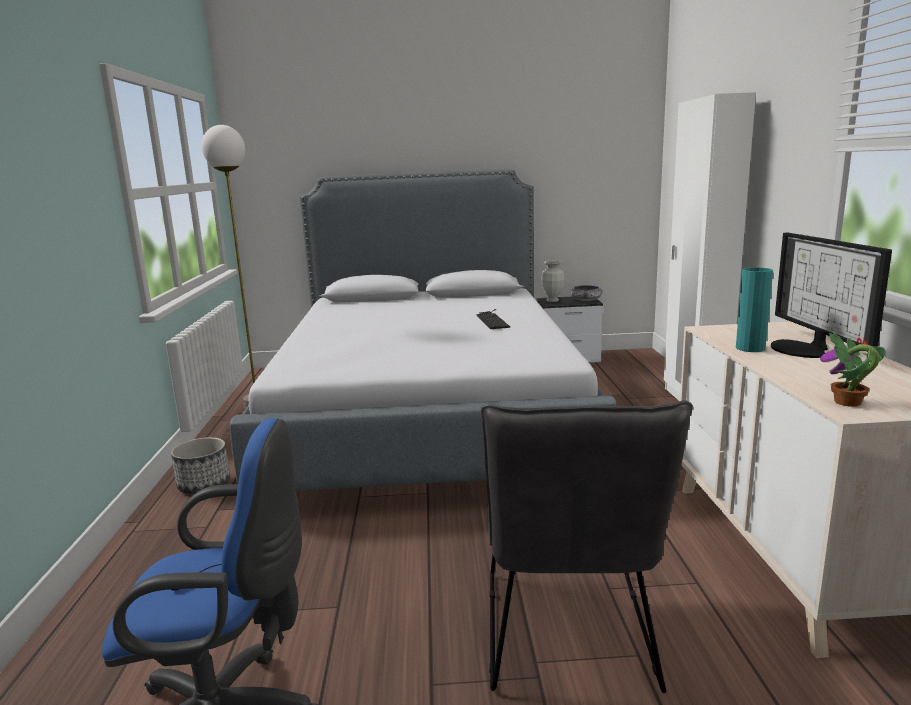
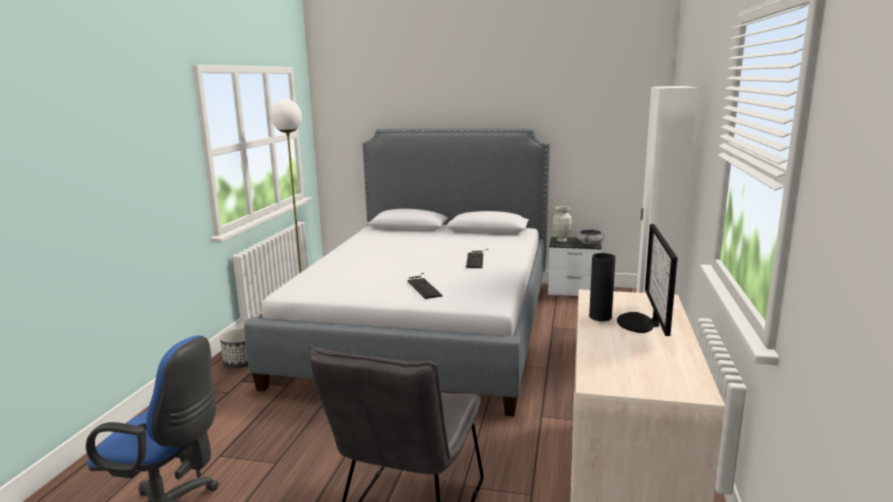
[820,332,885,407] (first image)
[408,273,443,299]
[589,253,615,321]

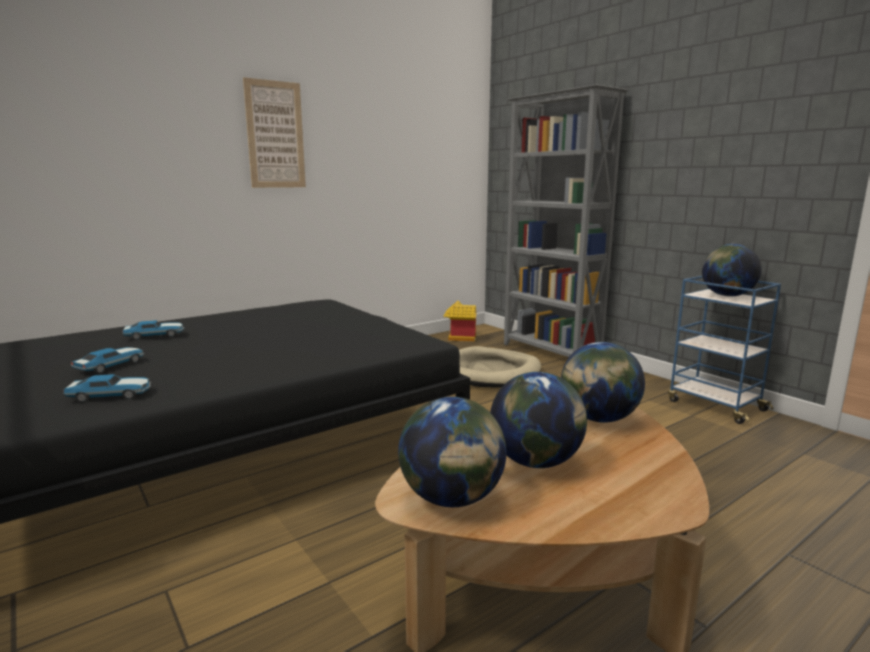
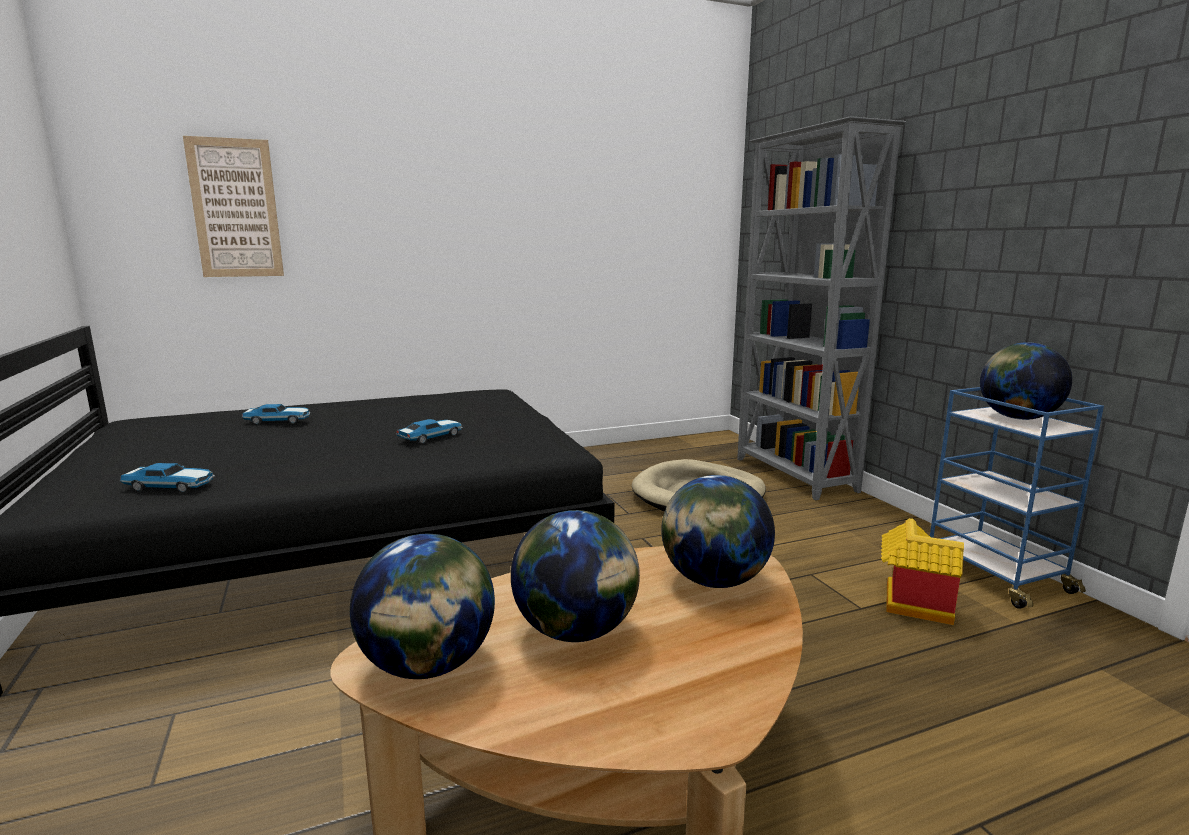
[396,419,463,444]
[183,136,284,277]
[881,518,964,625]

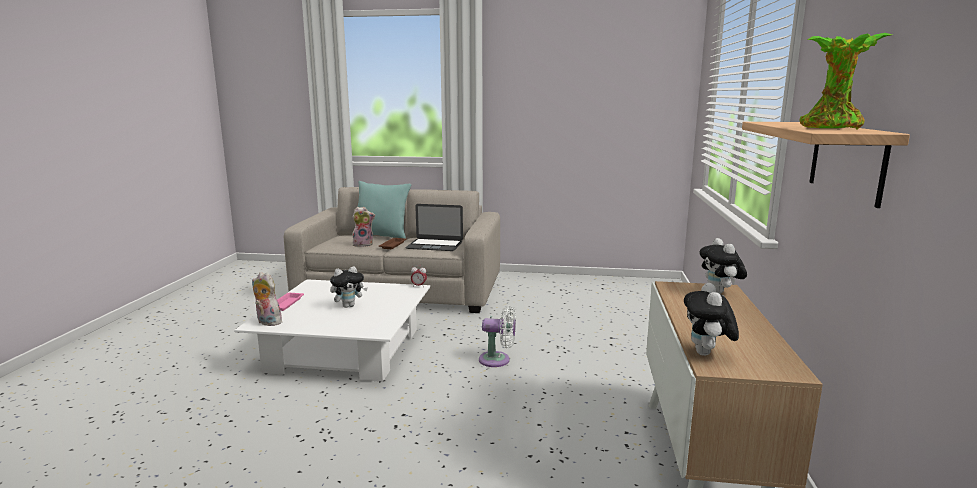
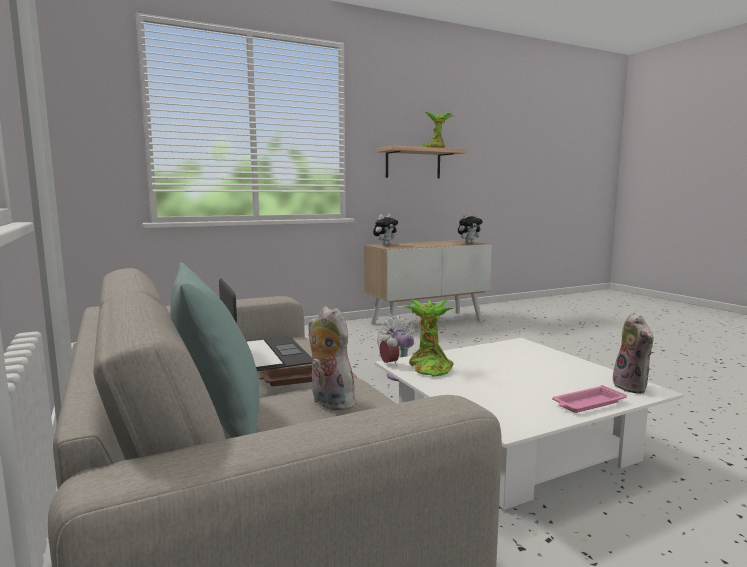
[330,266,368,308] (first image)
[404,300,454,376]

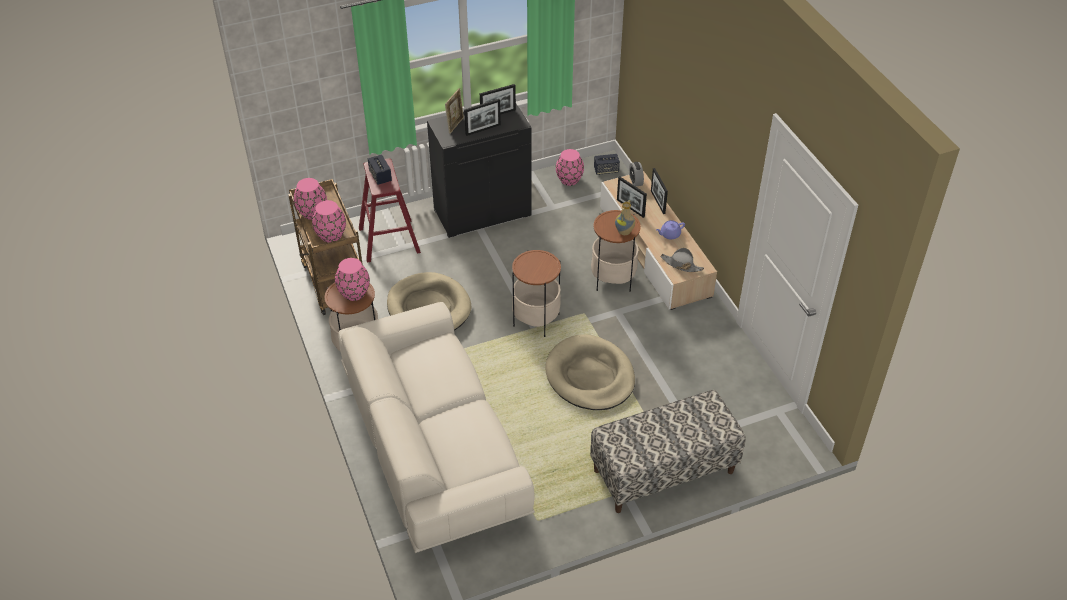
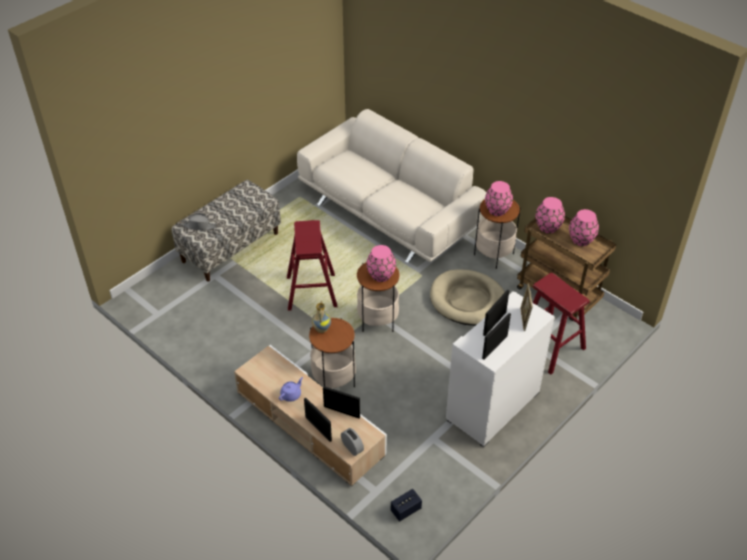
[368,154,392,185] (first image)
[366,245,396,282]
[179,213,219,230]
[287,220,337,311]
[446,291,555,447]

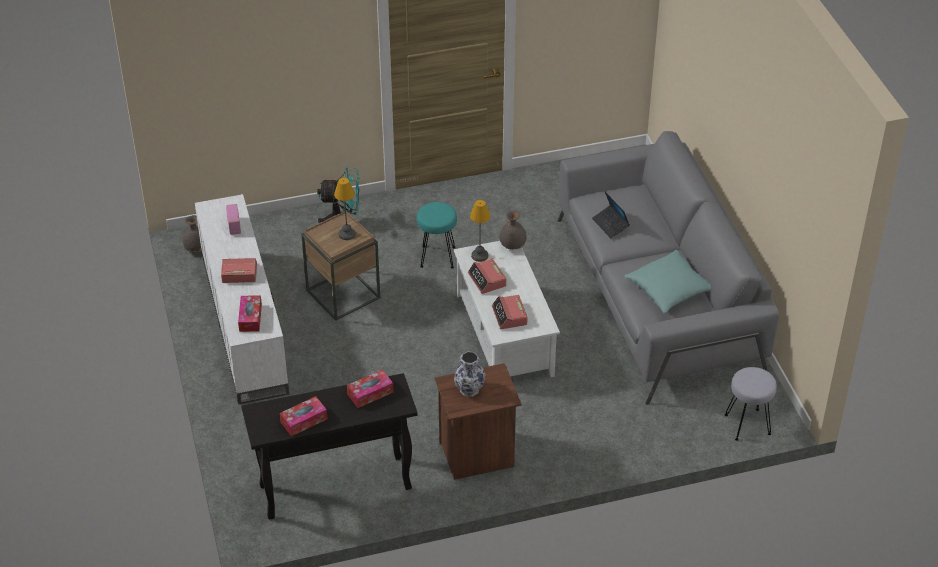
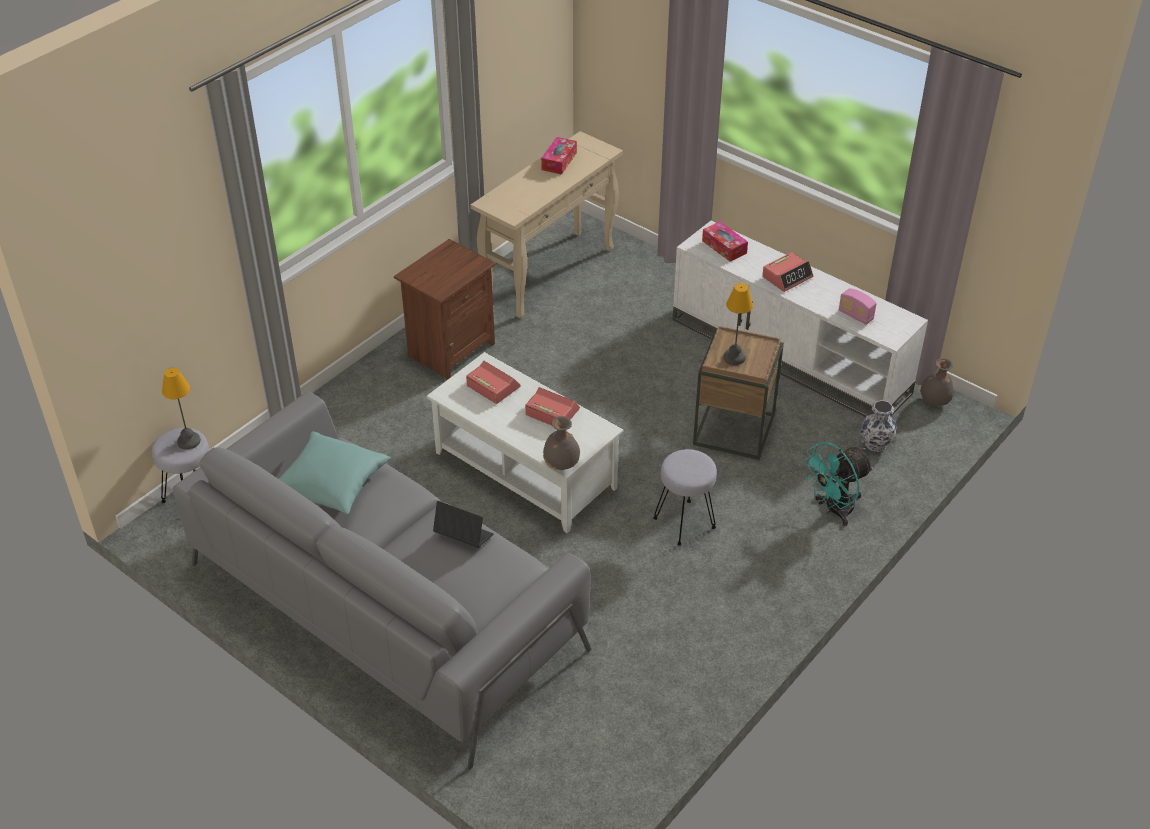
[347,370,394,408] (first image)
[861,400,897,452]
[162,368,201,450]
[471,131,623,318]
[653,449,717,545]

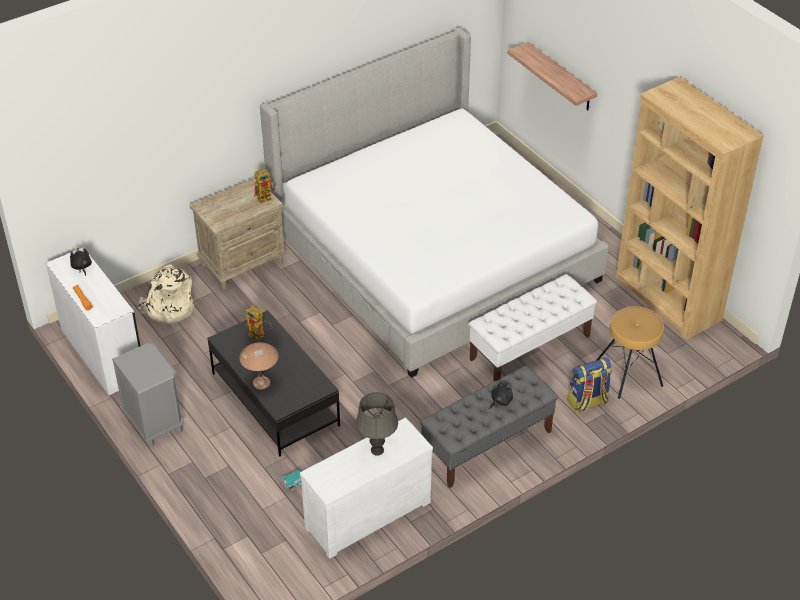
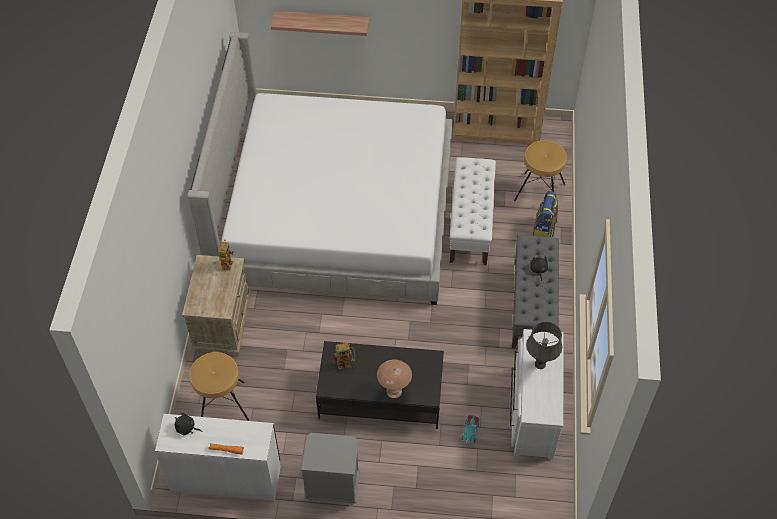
[190,352,249,421]

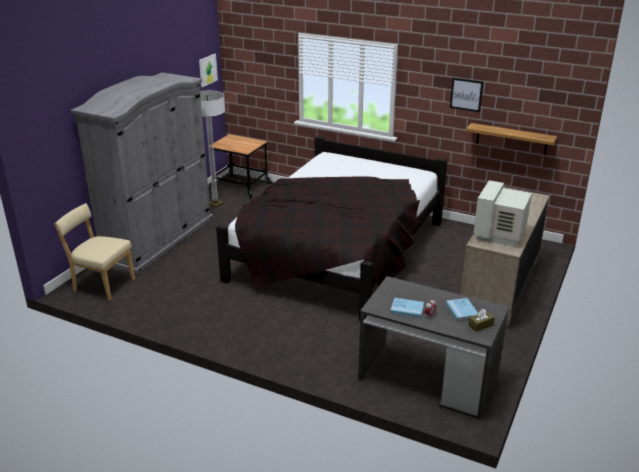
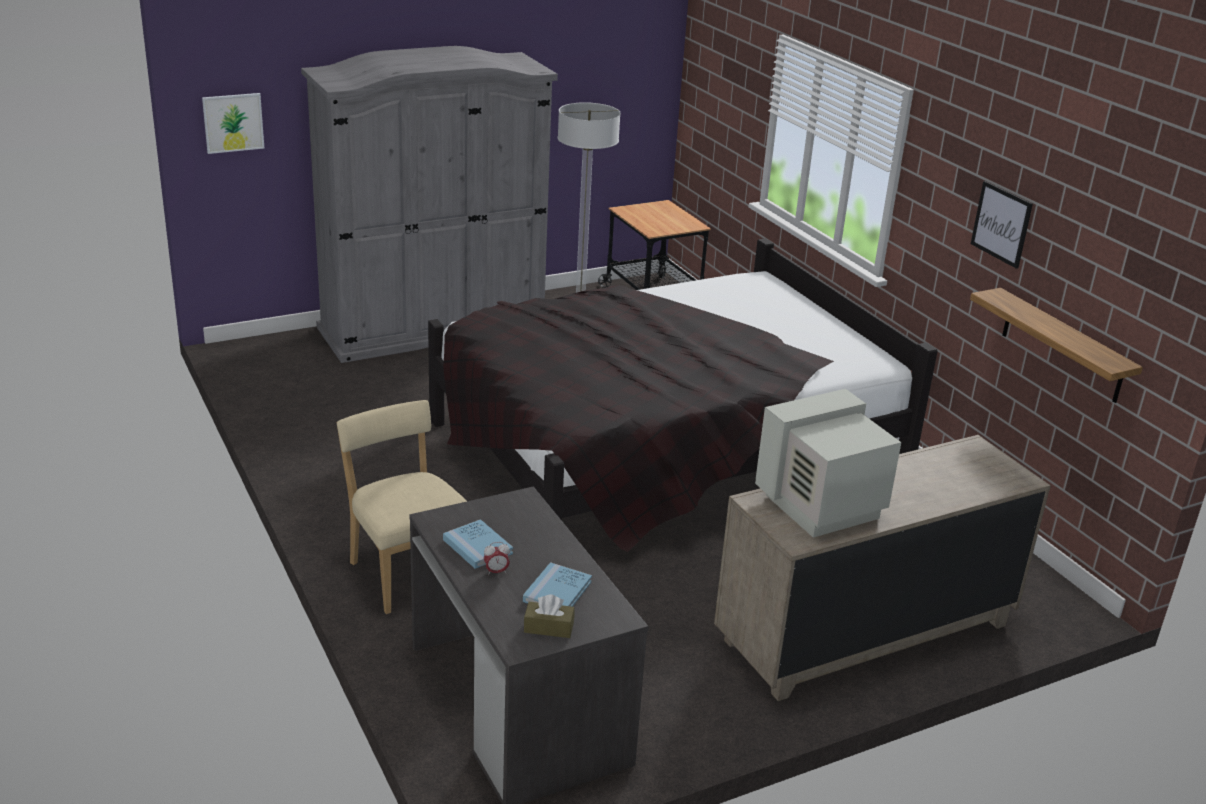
[336,400,467,614]
[202,93,264,154]

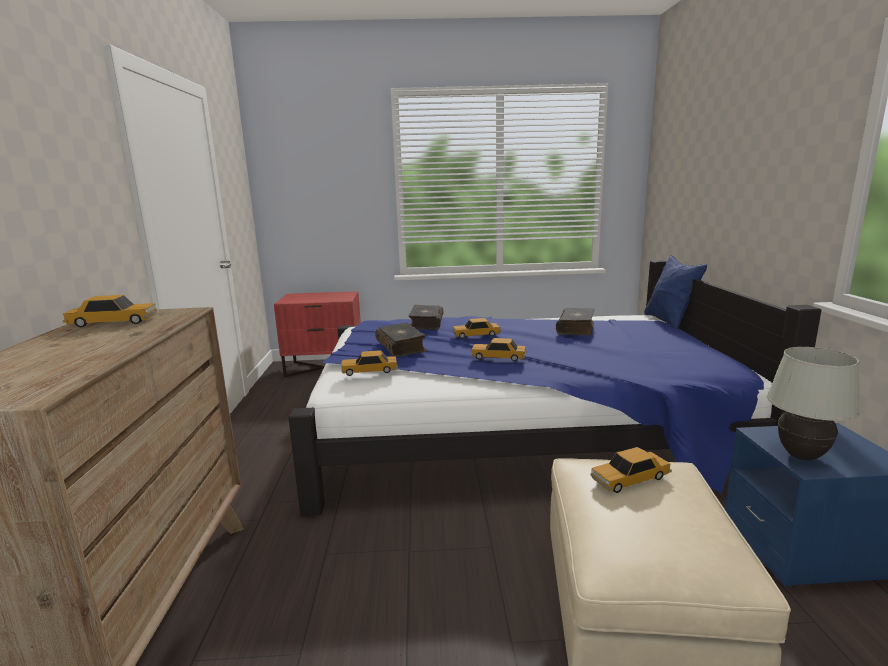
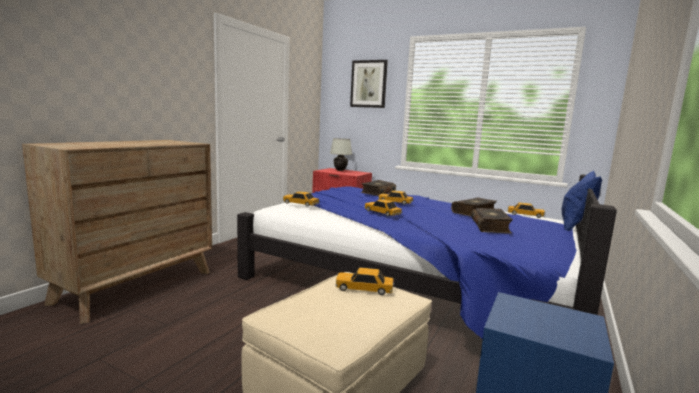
[350,60,388,108]
[508,202,545,218]
[471,208,513,234]
[330,138,352,171]

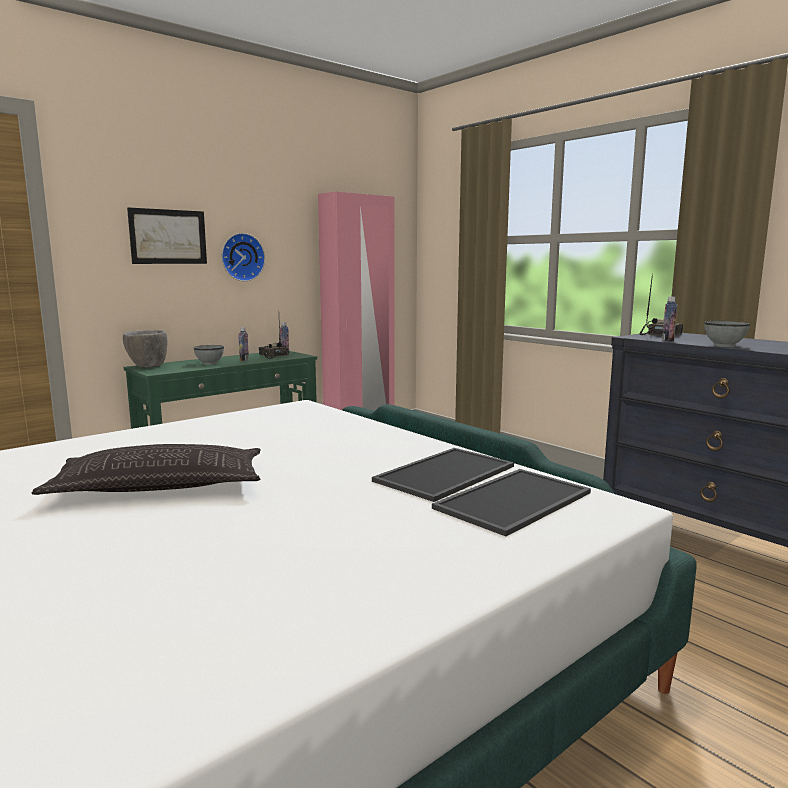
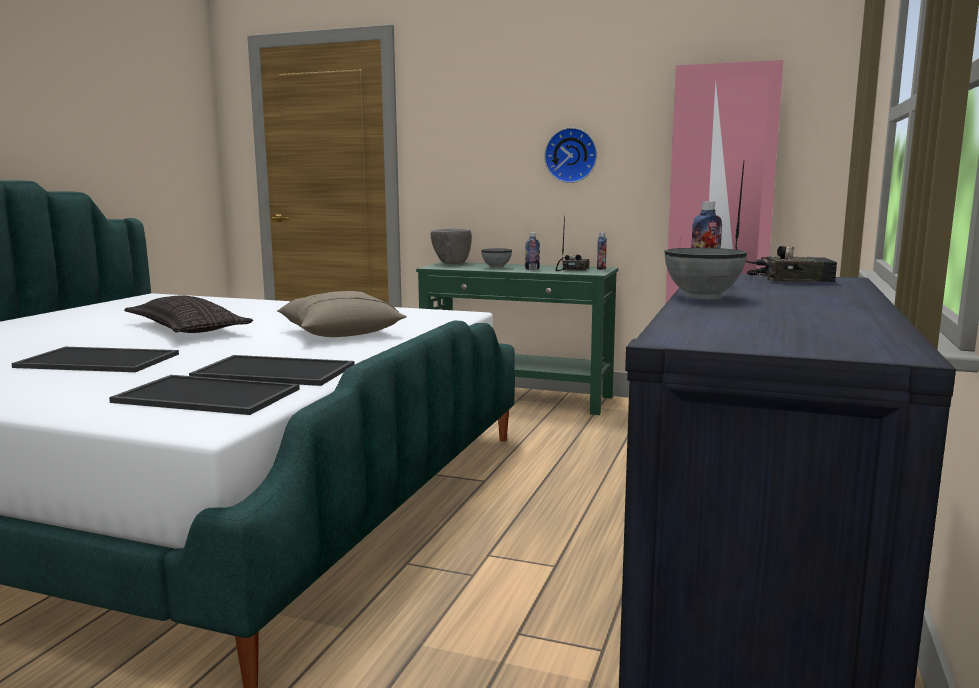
[127,207,207,264] (first image)
[11,347,179,372]
[277,291,407,337]

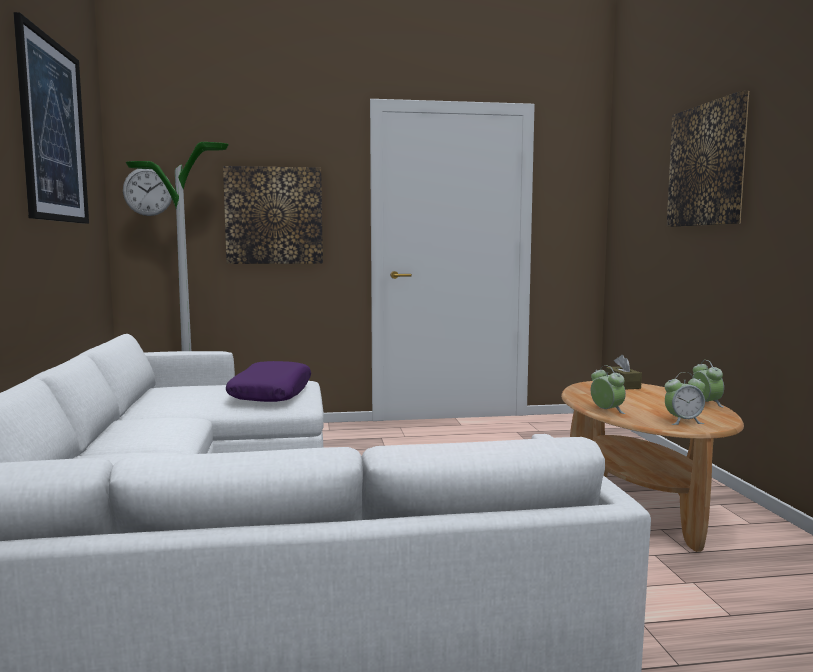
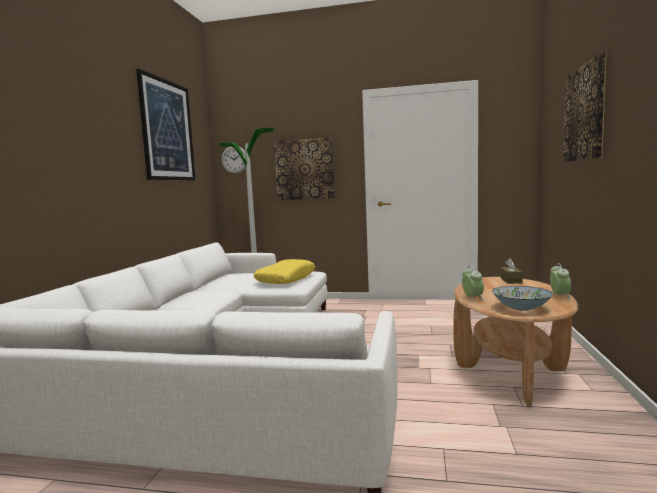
[492,286,553,311]
[254,259,315,284]

